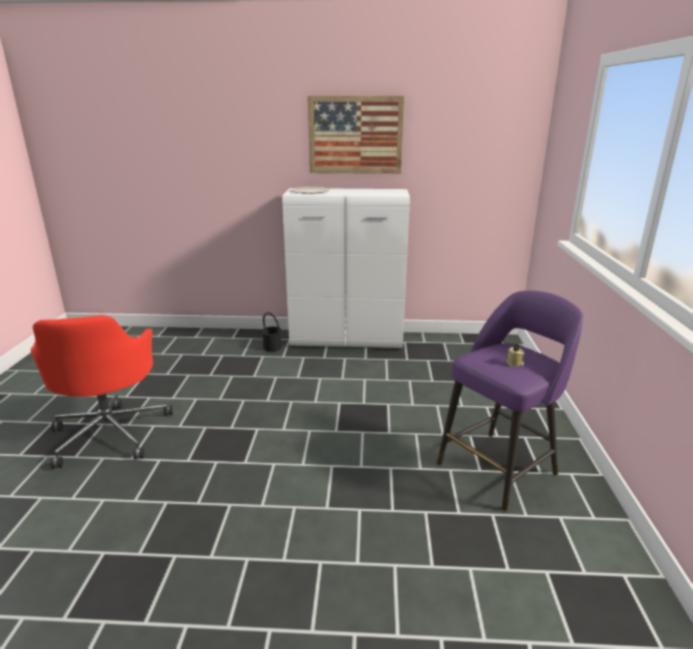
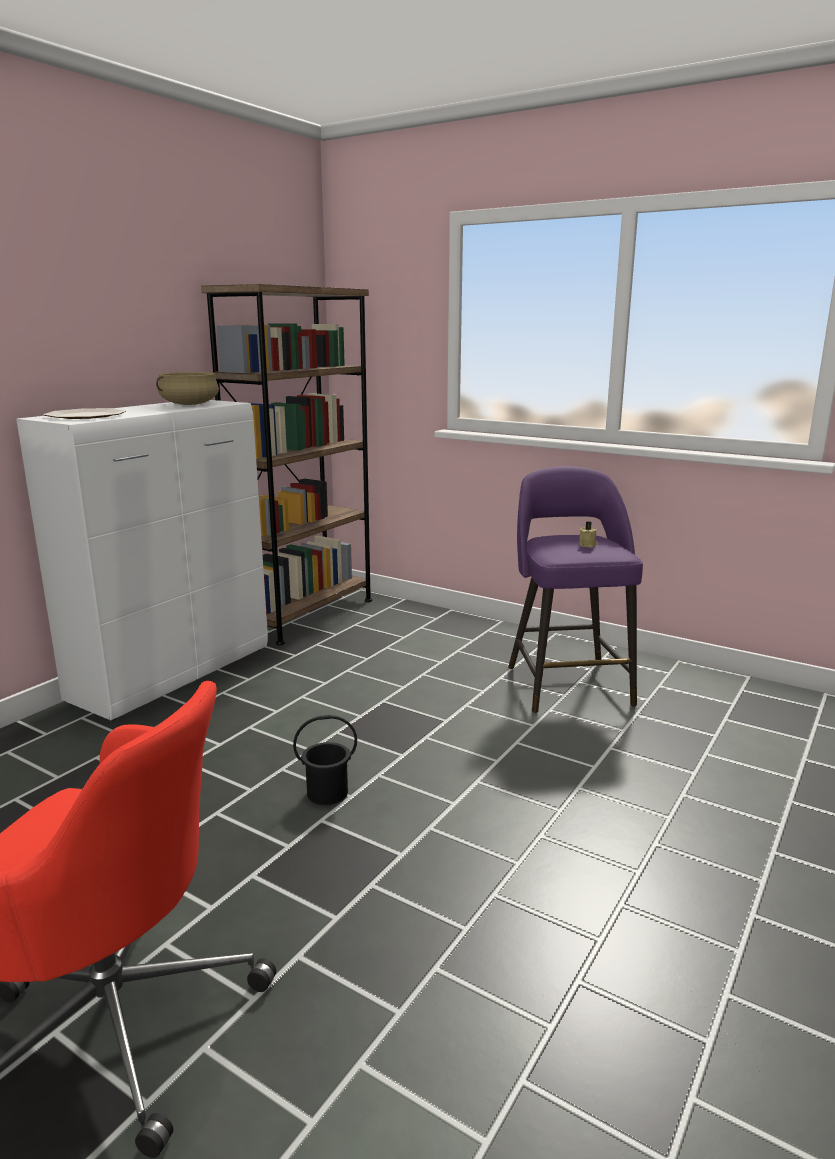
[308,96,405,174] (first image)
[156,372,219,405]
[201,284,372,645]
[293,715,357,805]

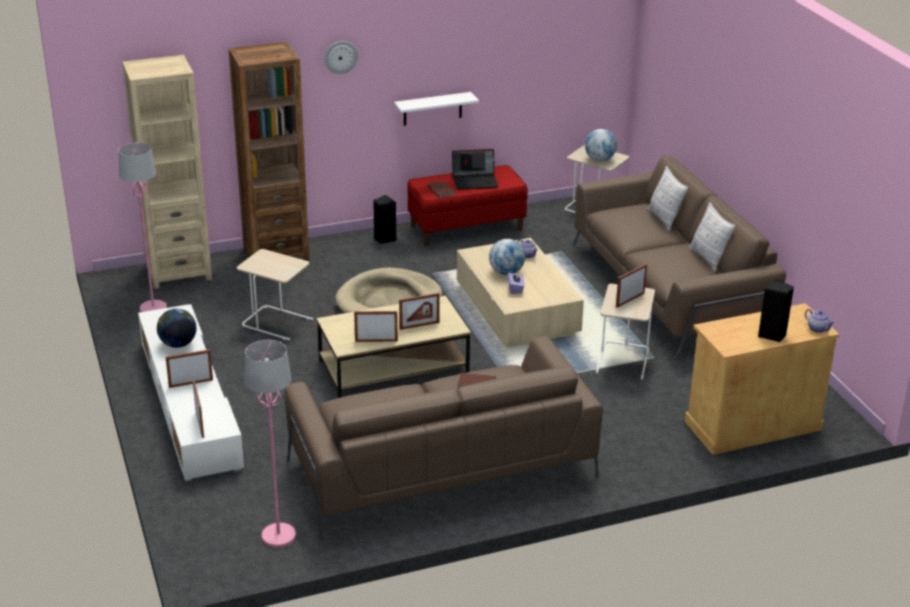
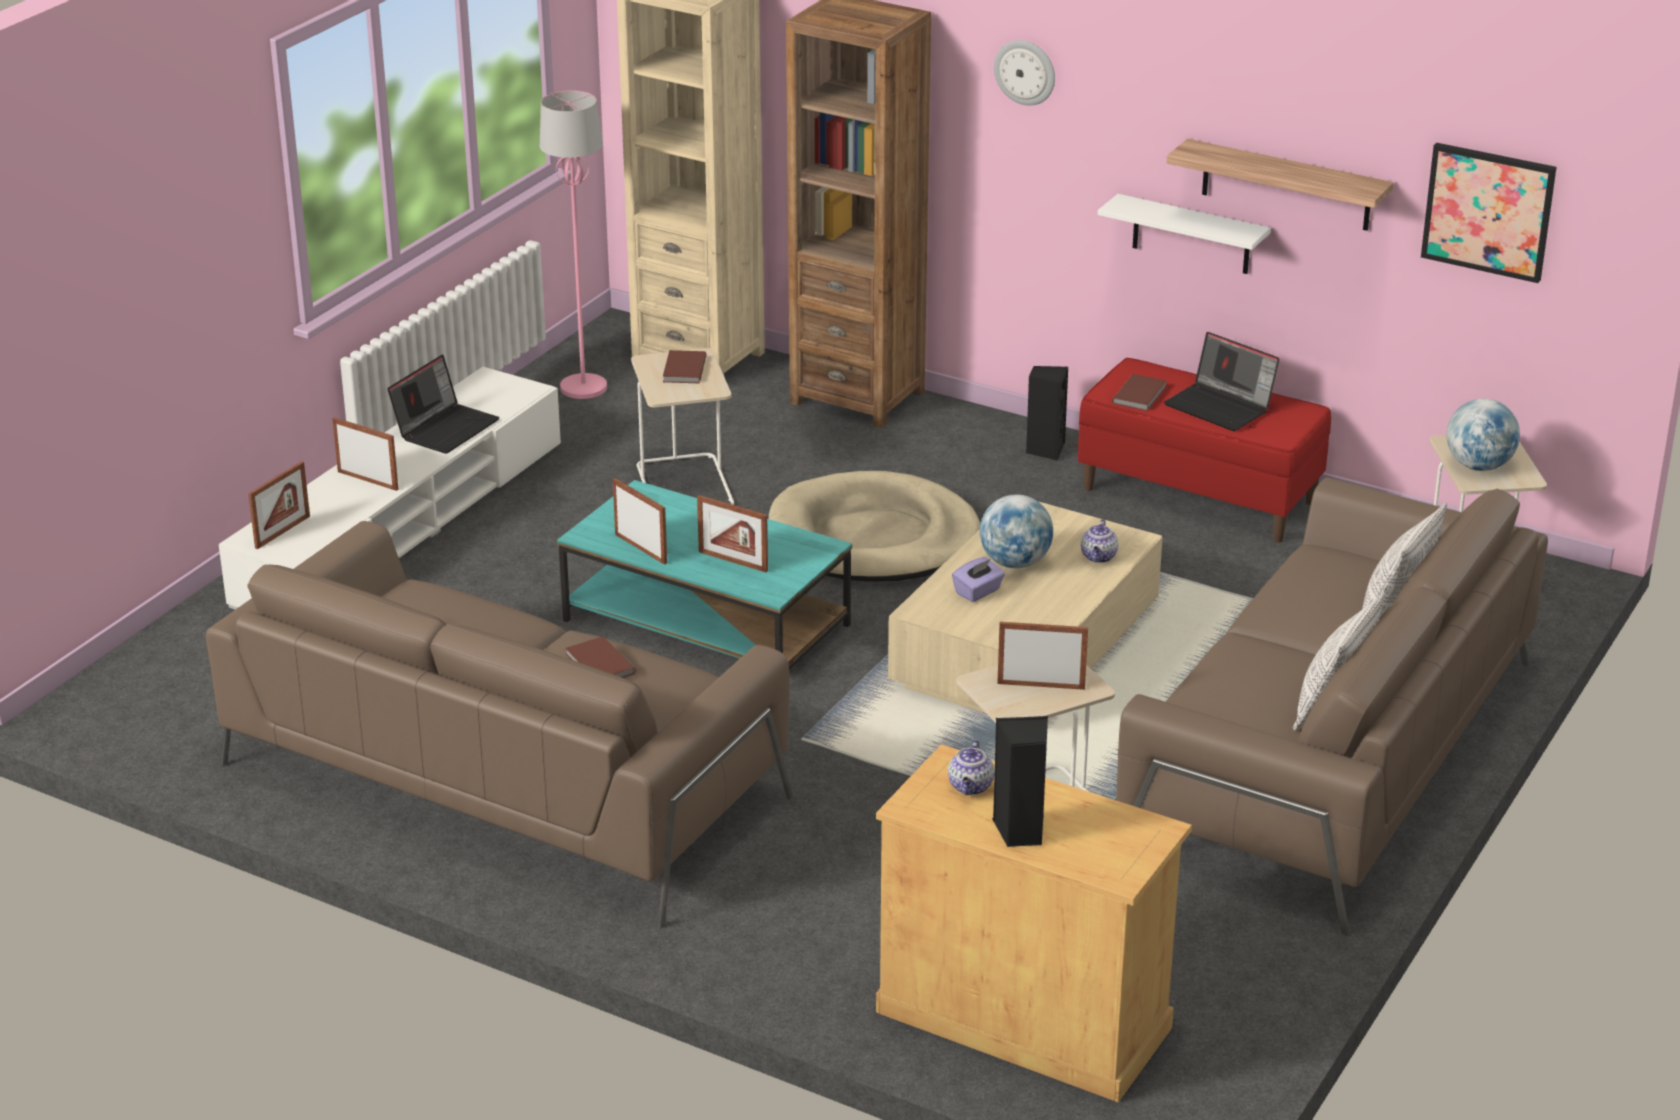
[244,340,296,548] (first image)
[663,350,706,383]
[1166,139,1394,231]
[1421,143,1556,283]
[948,740,995,795]
[387,354,499,454]
[557,480,852,670]

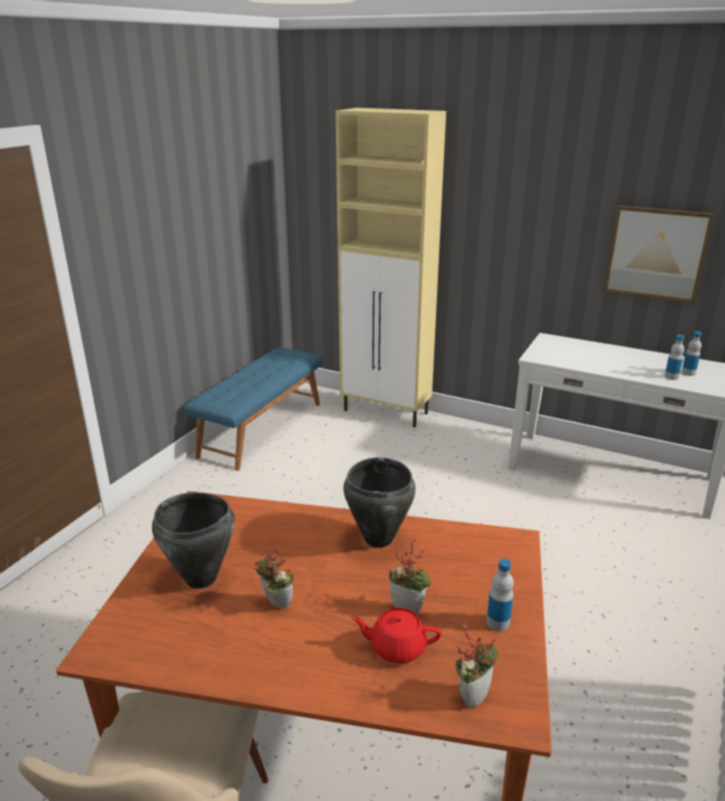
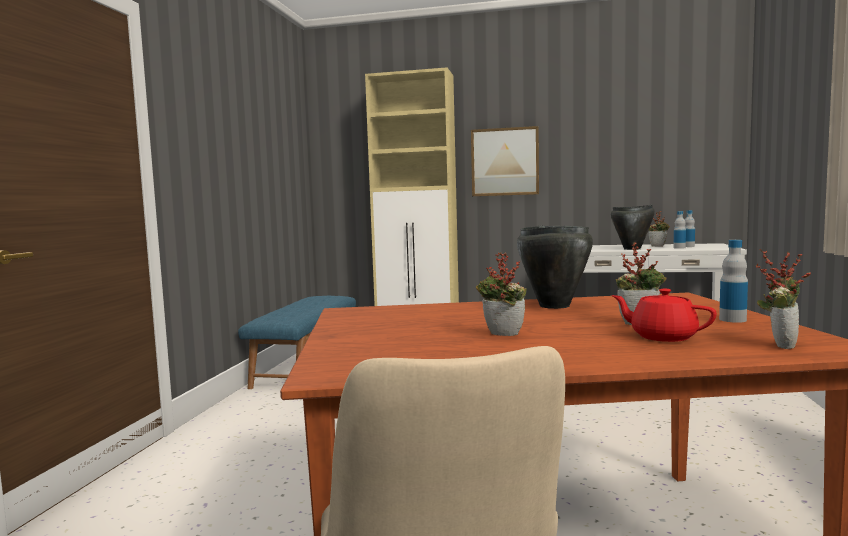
[649,211,670,247]
[611,205,655,250]
[471,126,539,196]
[611,289,717,342]

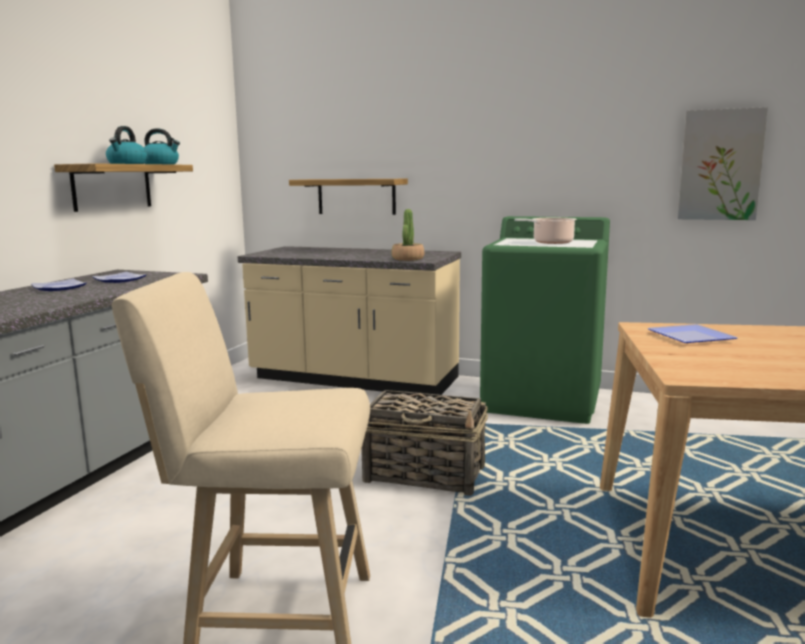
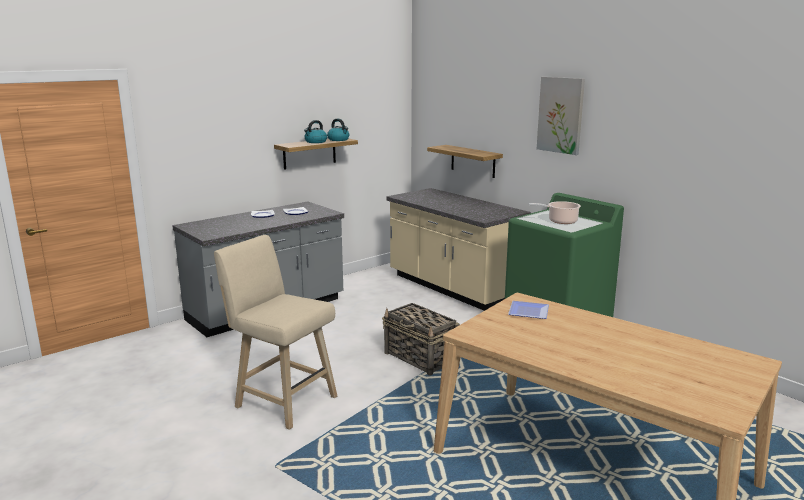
[391,209,424,261] (first image)
[537,77,585,155]

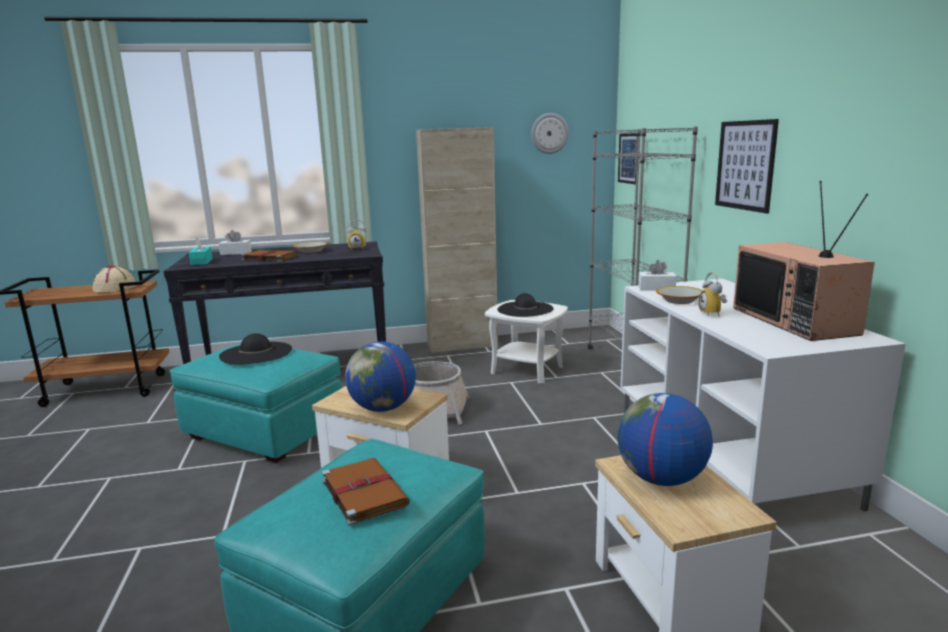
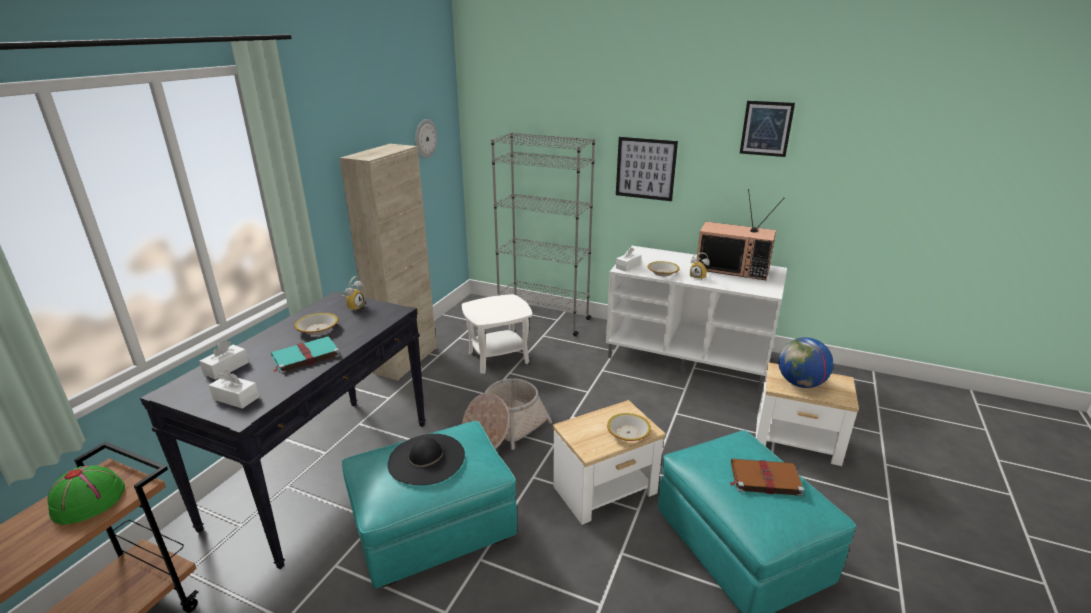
[497,293,554,317] (first image)
[740,101,795,157]
[607,413,651,441]
[47,465,125,525]
[209,370,259,409]
[271,336,340,374]

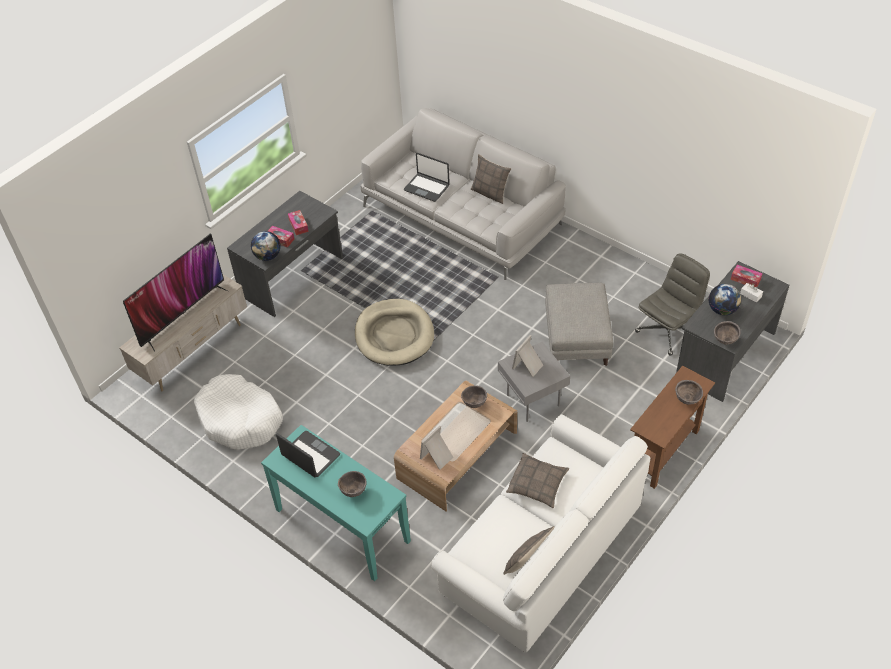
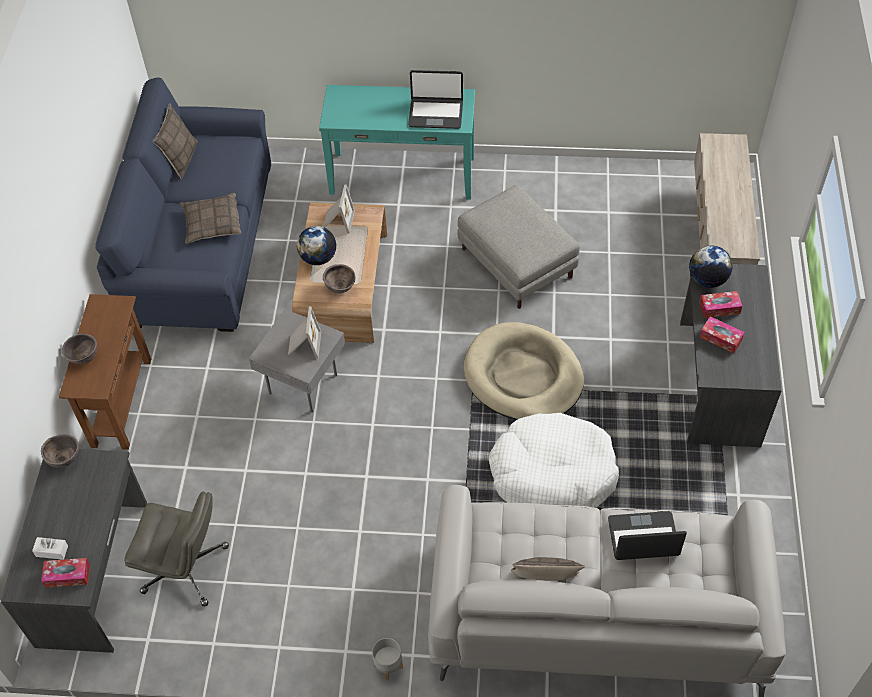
[123,233,229,351] (first image)
[338,471,366,497] (first image)
[372,638,403,680]
[488,413,619,508]
[457,185,580,309]
[297,226,336,265]
[95,77,271,332]
[124,492,229,606]

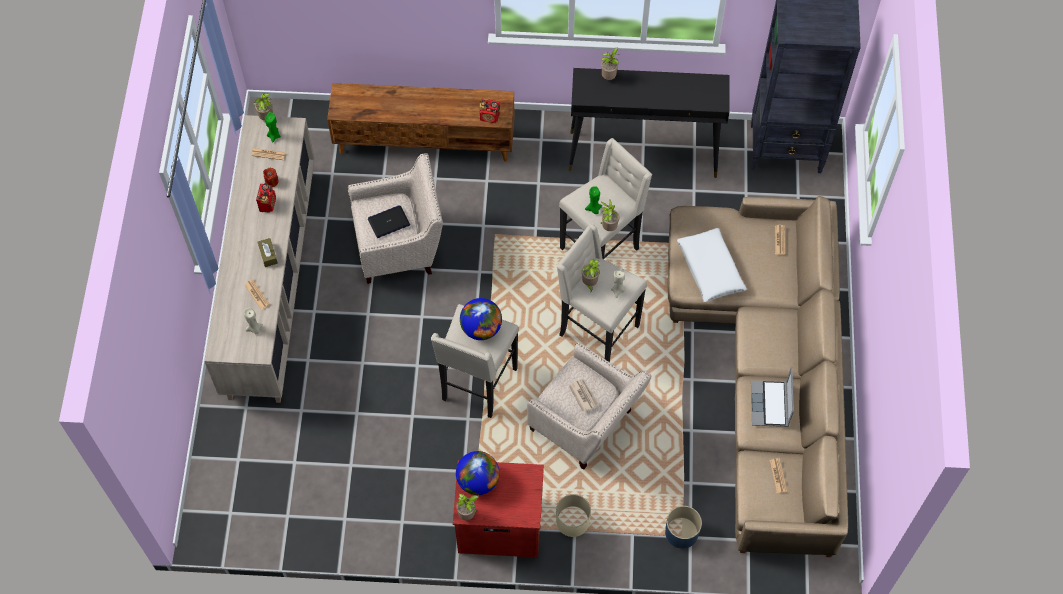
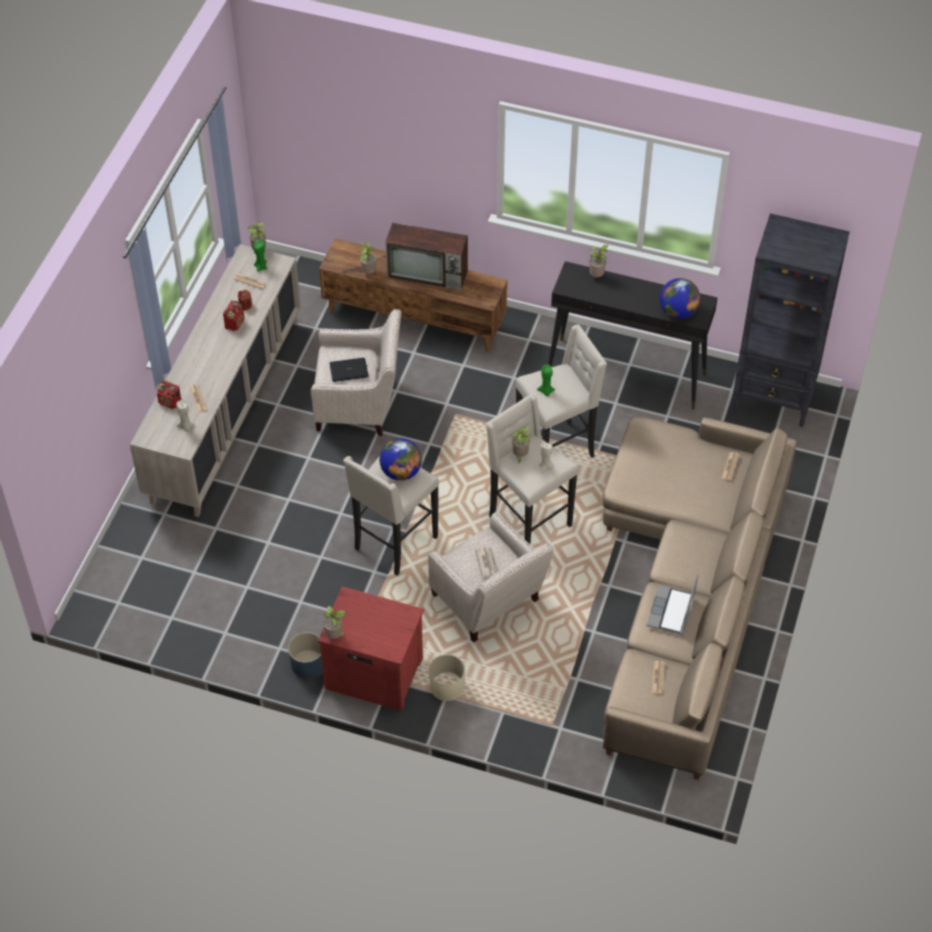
[257,238,278,267] (first image)
[677,228,747,302] (first image)
[385,223,468,290]
[660,278,700,319]
[157,380,181,409]
[360,241,377,274]
[288,632,323,679]

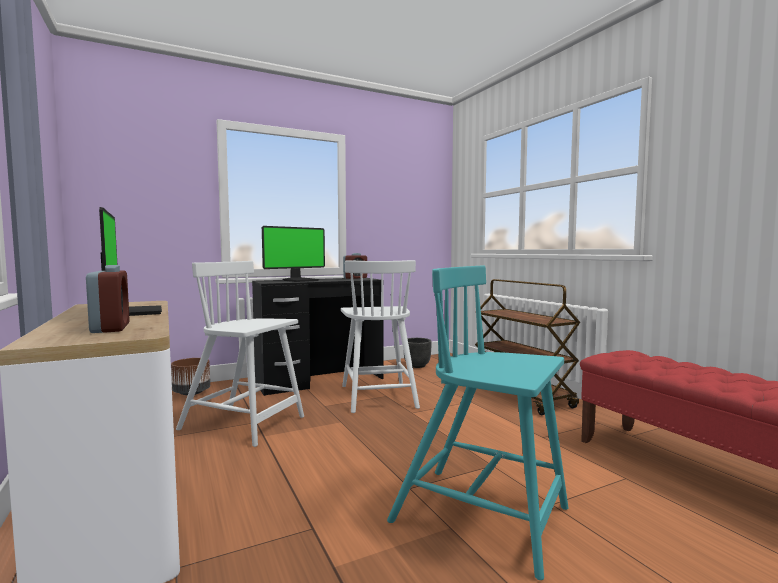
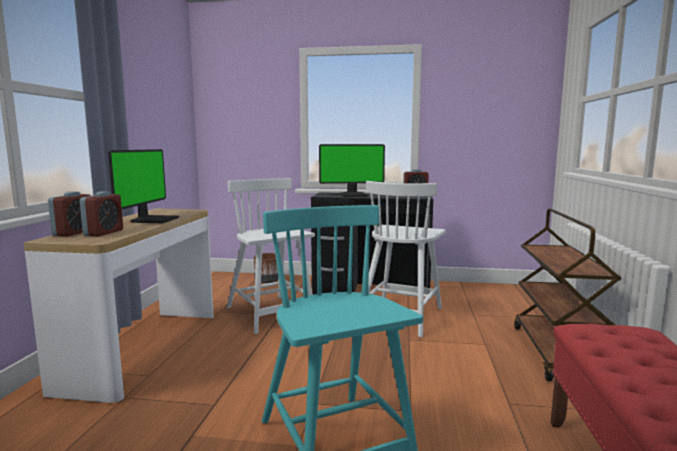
[404,338,432,368] (first image)
[48,191,91,236]

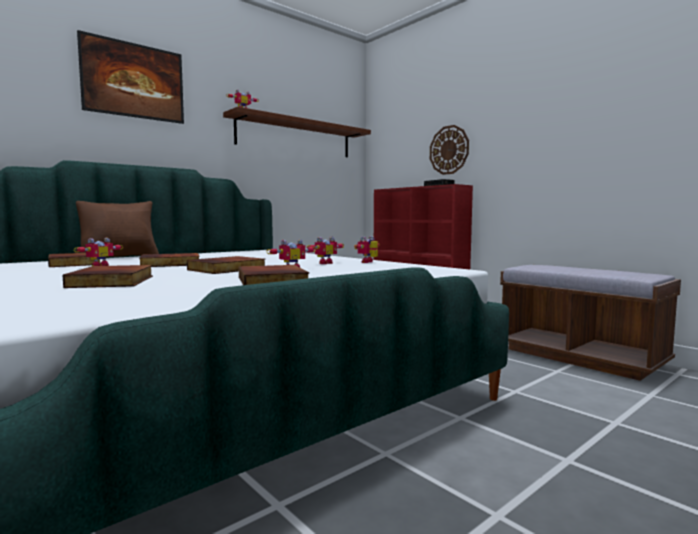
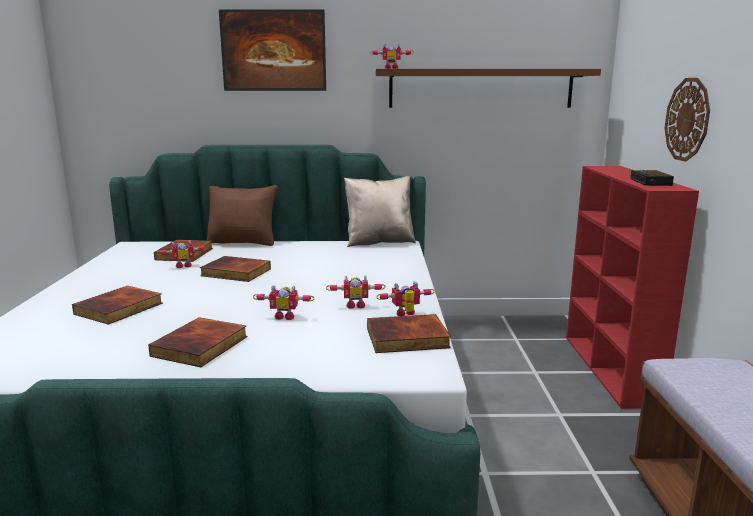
[344,176,416,247]
[367,314,451,353]

